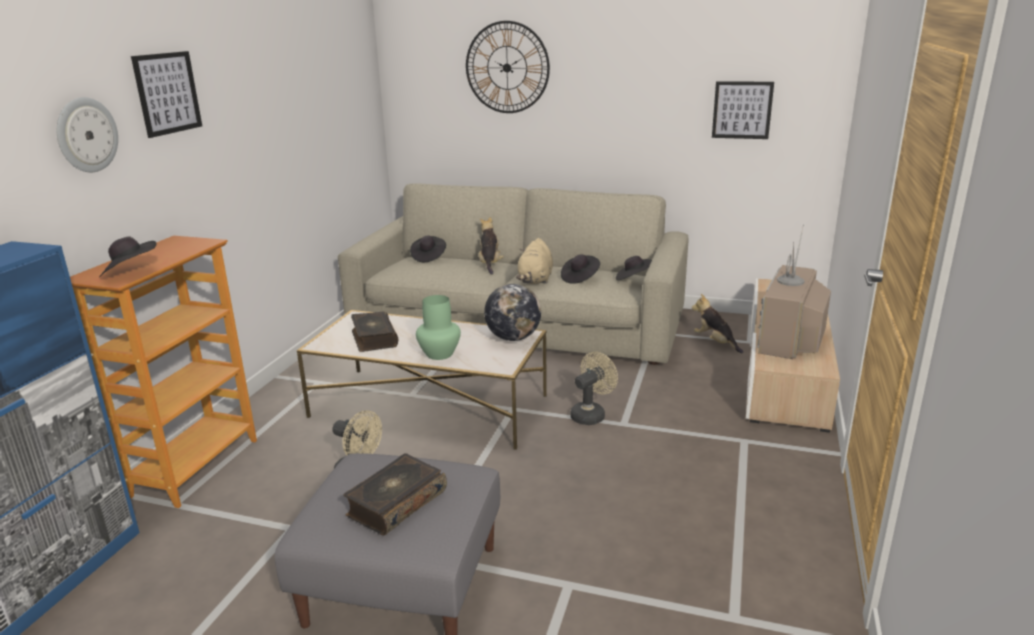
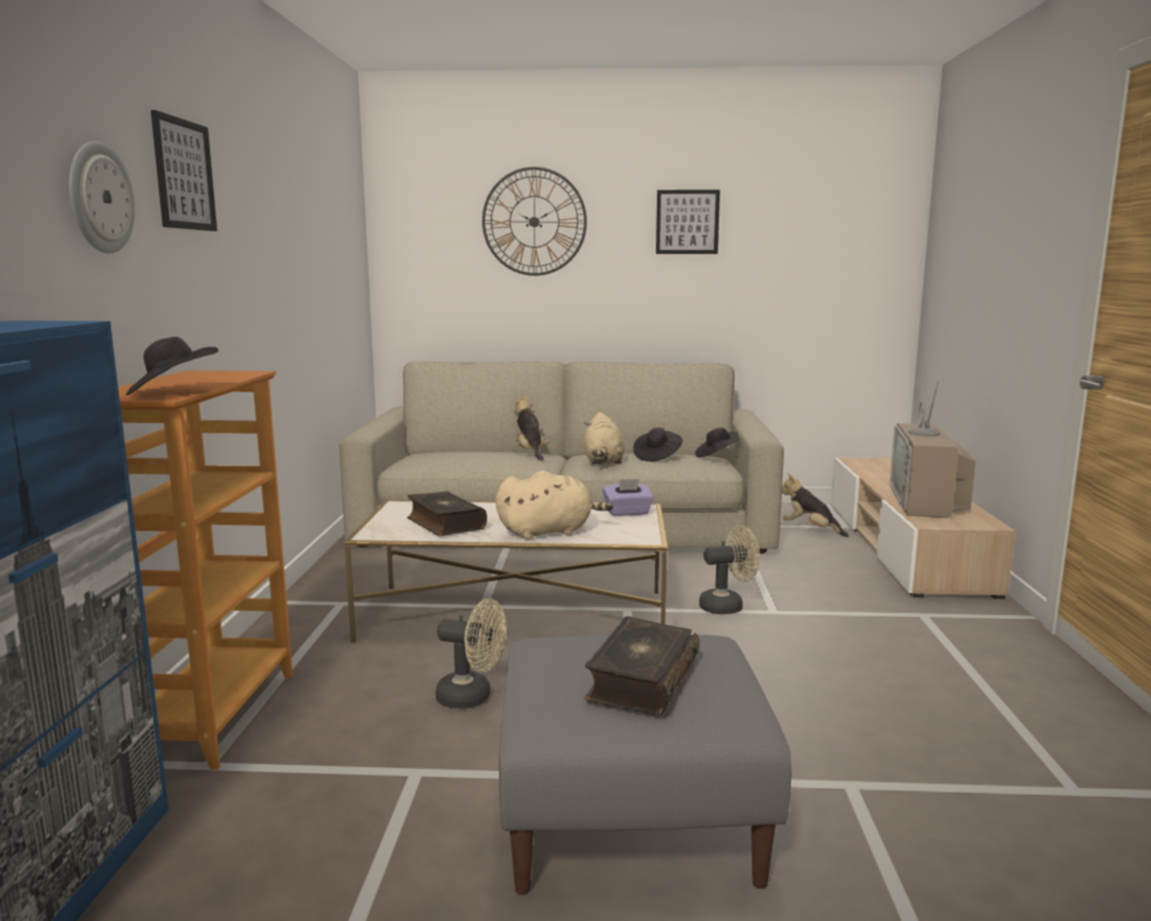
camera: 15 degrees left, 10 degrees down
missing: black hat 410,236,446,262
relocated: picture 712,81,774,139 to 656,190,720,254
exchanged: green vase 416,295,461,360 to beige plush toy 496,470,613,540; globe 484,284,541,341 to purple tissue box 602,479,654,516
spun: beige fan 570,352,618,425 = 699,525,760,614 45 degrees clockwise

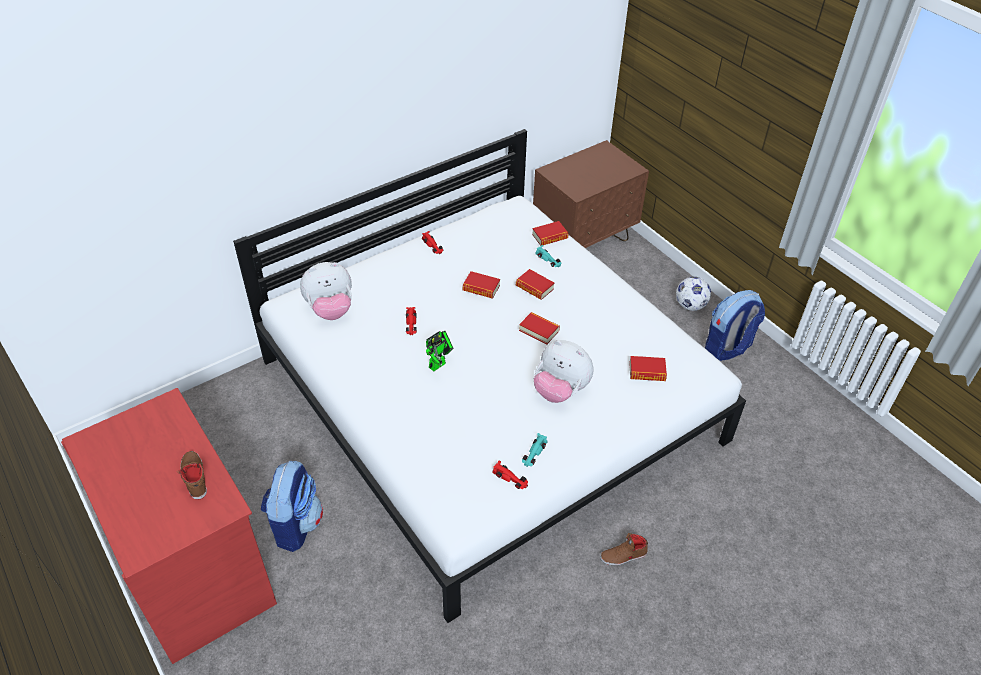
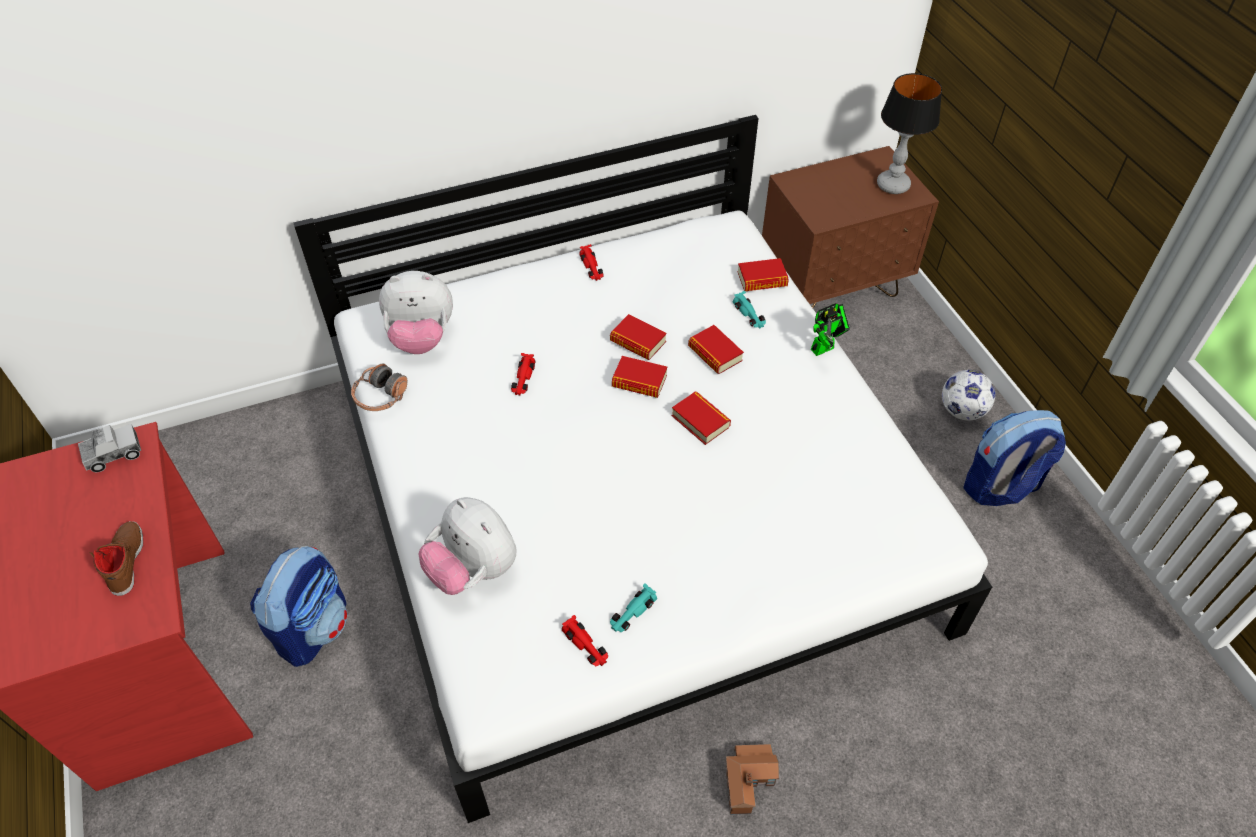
camera: 15 degrees right, 5 degrees up
appeared: toy truck 78,424,141,472; headphones 351,364,407,411; table lamp 877,73,942,194
relocated: toy robot 426,331,454,372 to 811,303,850,356; plush toy 534,340,594,403 to 418,497,517,595; book 629,356,667,381 to 612,356,667,398
exchanged: brown shoe 600,533,648,565 to toy house 726,744,779,814

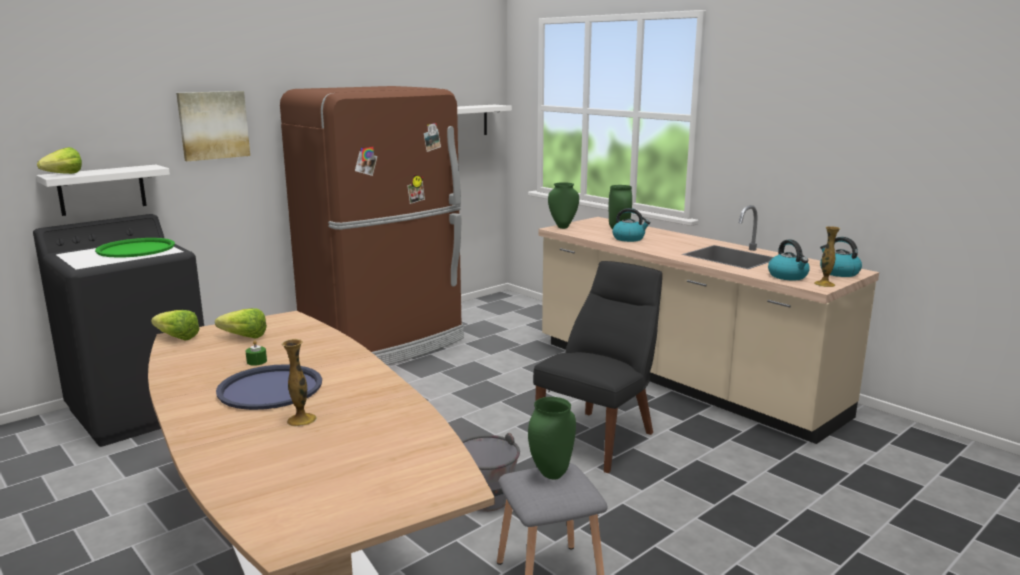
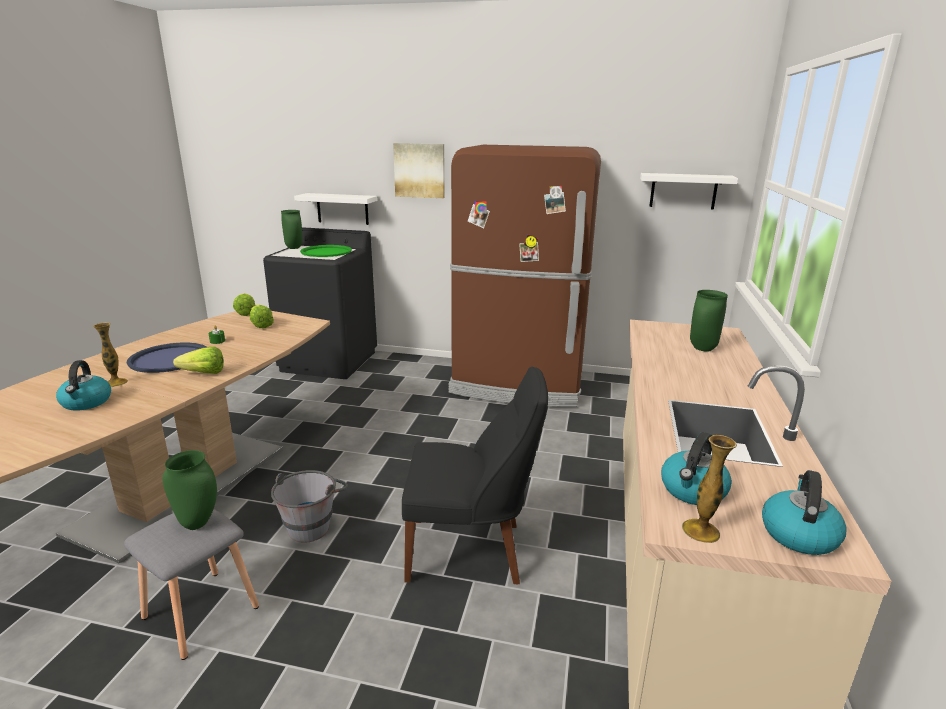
camera: 55 degrees right, 5 degrees up
relocated: lettuce 37,147,82,174 to 173,347,224,374; green vase 548,182,579,229 to 281,210,303,249; kettle 612,208,650,242 to 56,360,111,411

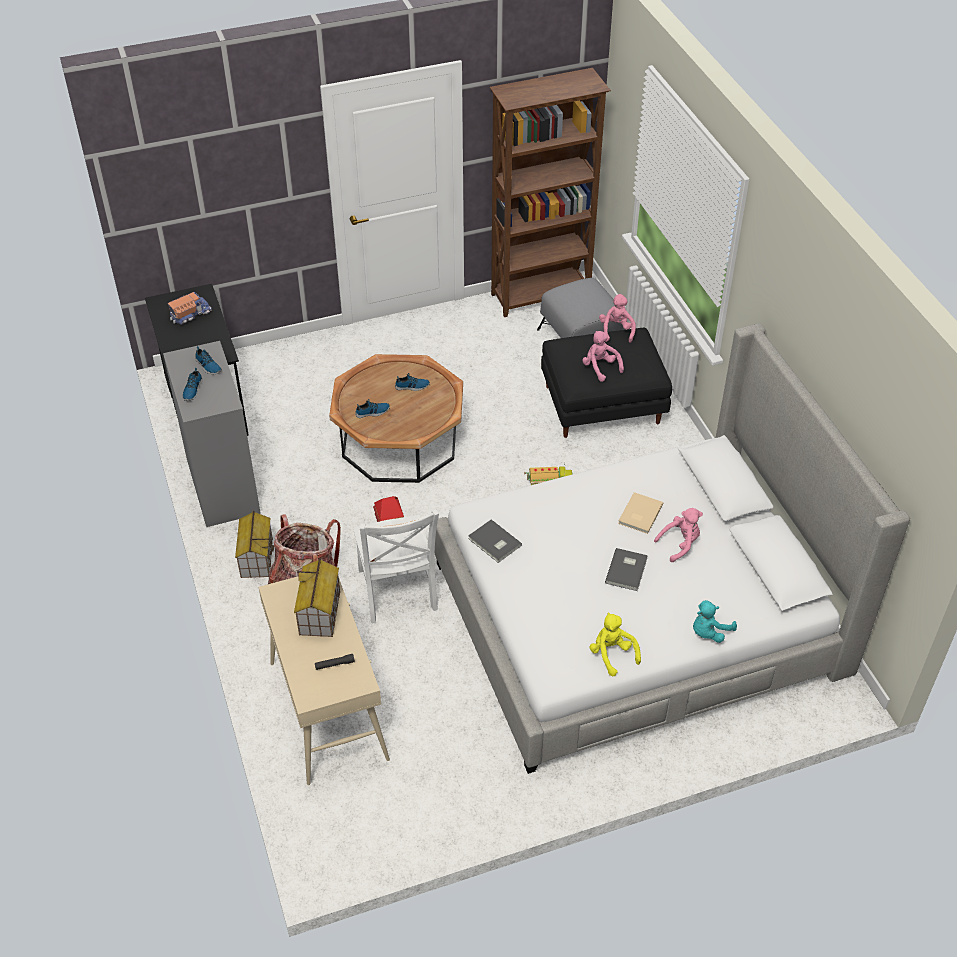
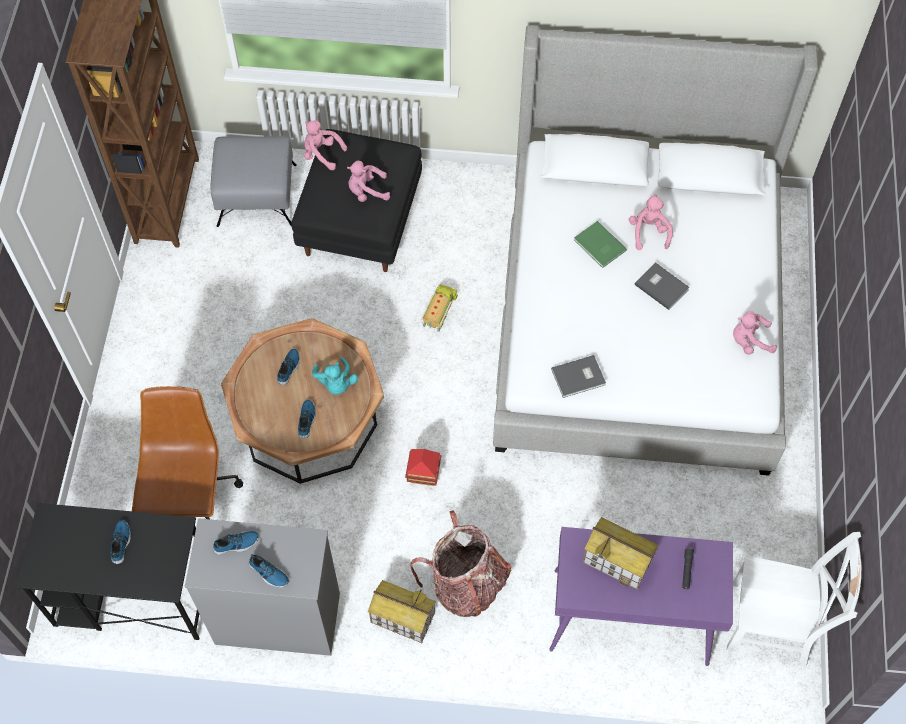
camera: 65 degrees left, 15 degrees up
missing: toy truck 168,292,212,325
appeared: shoe 110,520,131,564; brown office chair 132,386,243,520
relocated: white chair 353,509,439,623 to 727,532,861,665; turquoise plush toy 693,600,737,643 to 312,357,358,395
colour: beige console table 259,576,390,785 to purple console table 549,527,733,666; yellow plush toy 589,612,641,677 to pink plush toy 733,311,777,354; beige book 618,492,663,534 to green book 574,221,627,268

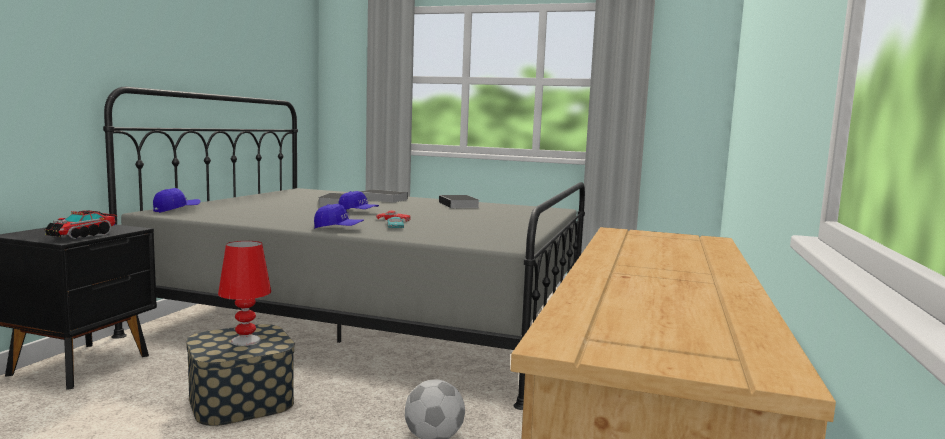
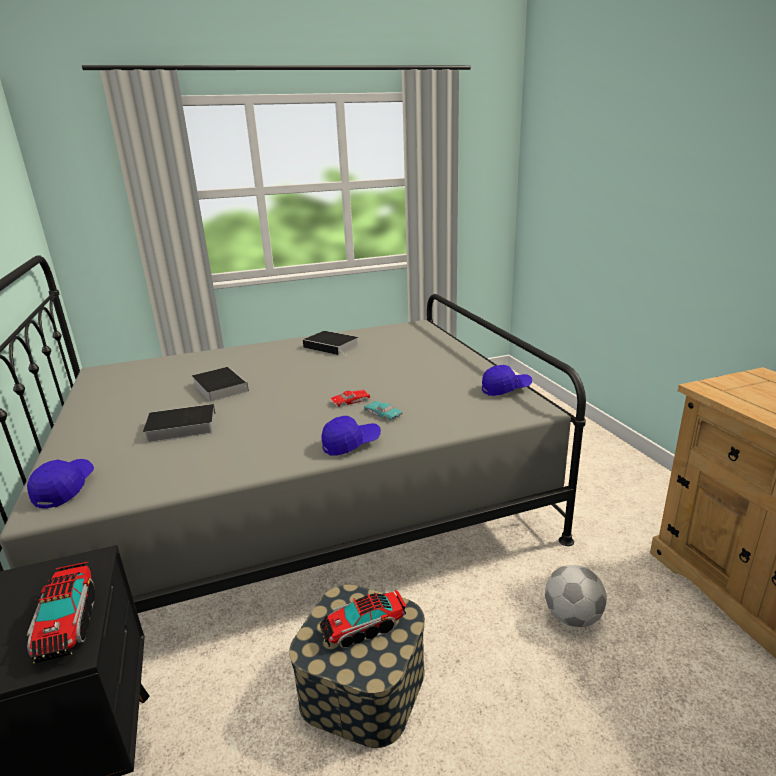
camera: 35 degrees left, 15 degrees up
relocated: blue cap 338,191,379,210 to 482,365,532,396; book 360,189,408,202 to 140,404,215,443
exchanged: red table lamp 218,241,271,346 to toy truck 319,590,407,648

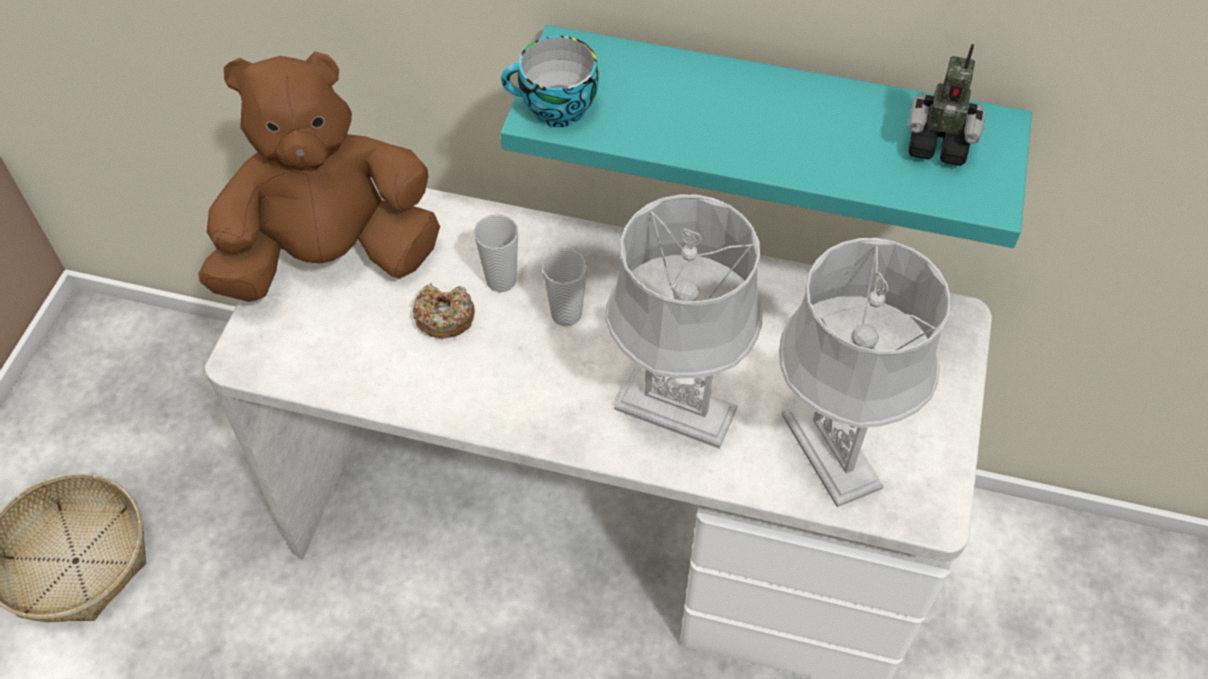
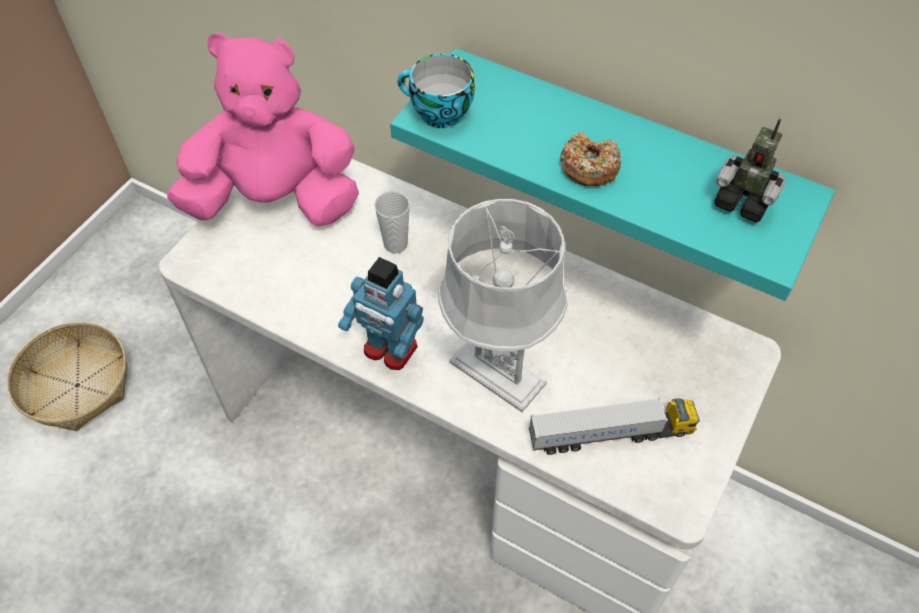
camera: 15 degrees right, 0 degrees up
missing: cup 542,248,587,326
appeared: toy robot 338,257,424,370
relocated: donut 413,283,475,339 to 560,132,621,186
exchanged: grey table lamp 779,238,951,507 to toy truck 529,397,700,455
colour: brown plush toy 198,51,440,302 to pink plush toy 167,32,359,226

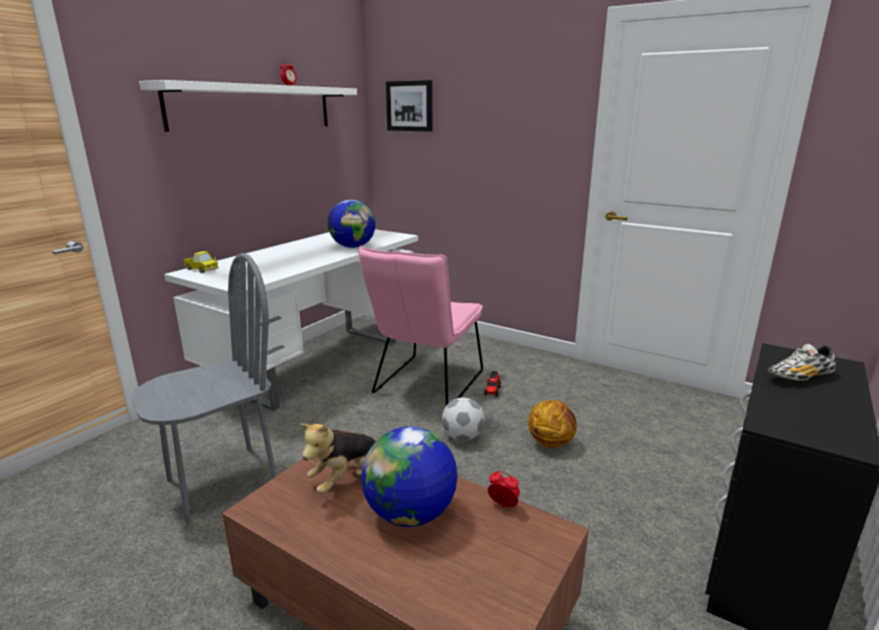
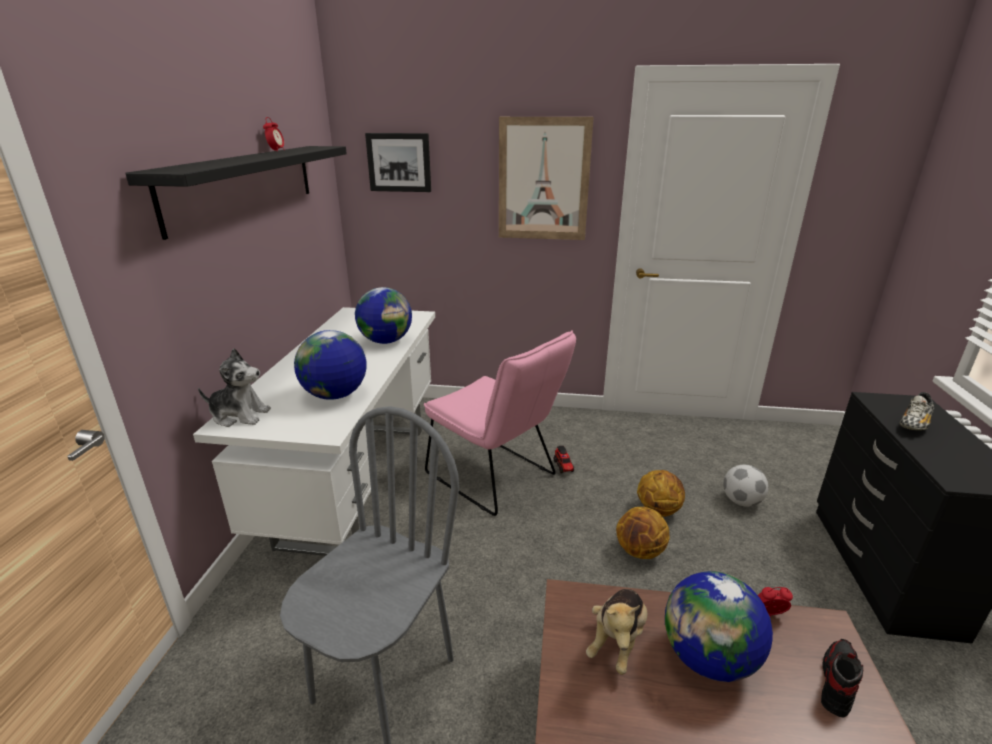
camera: 25 degrees left, 5 degrees up
appeared: globe 294,330,366,400; picture 499,117,594,240; basketball 616,507,670,559; shoe 821,639,863,718
relocated: football 442,398,485,441 to 723,465,769,507
exchanged: toy truck 183,251,219,273 to plush toy 198,348,271,427
colour: white shelf 139,80,357,132 to black shelf 125,146,347,240
spun: pink chair 358,246,483,406 = 424,330,576,516 45 degrees counterclockwise

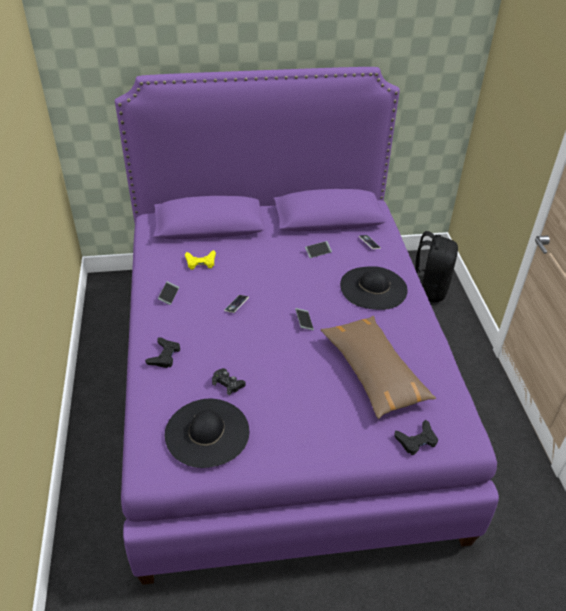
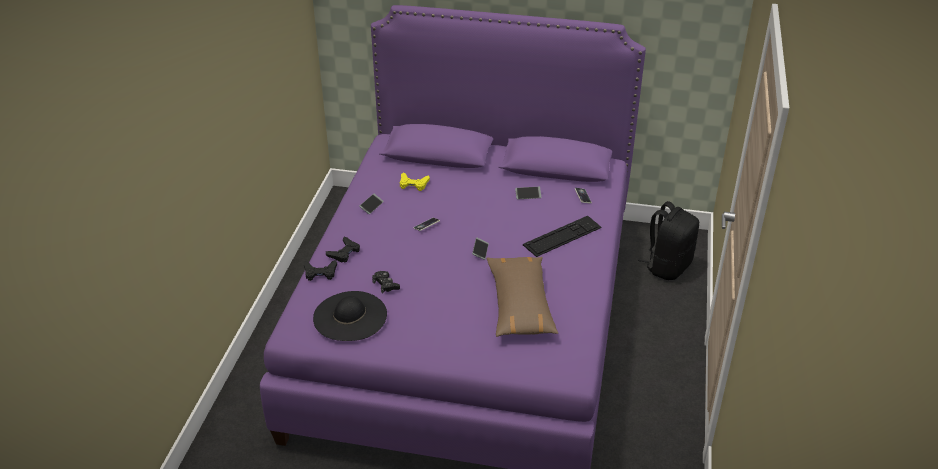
camera: 20 degrees right, 5 degrees down
relocated: black game controller 394,420,438,455 to 304,260,337,281
exchanged: black hat 340,266,408,310 to keyboard 523,216,602,257

